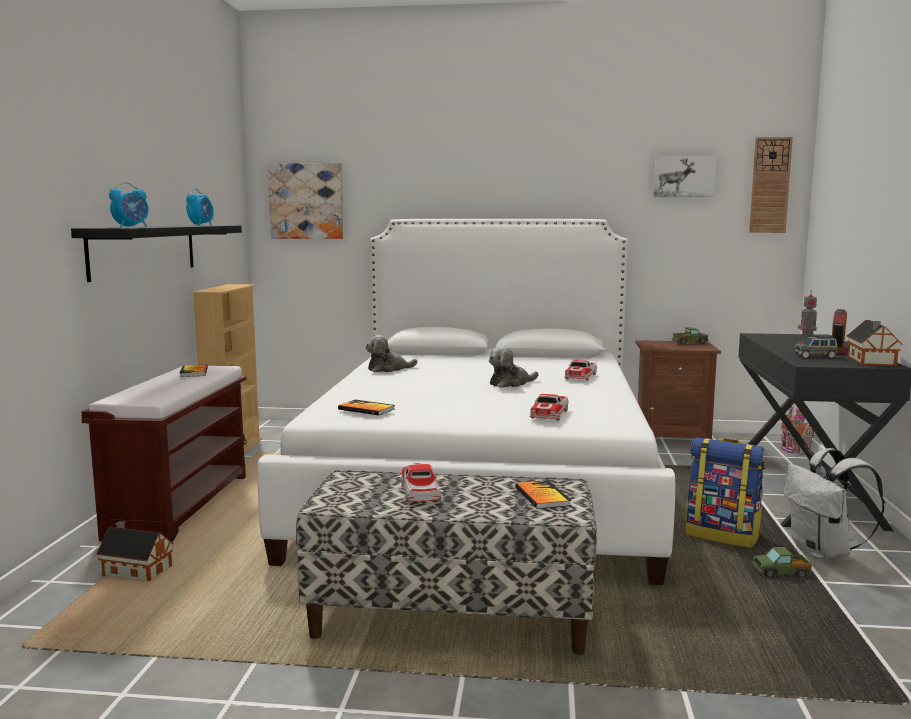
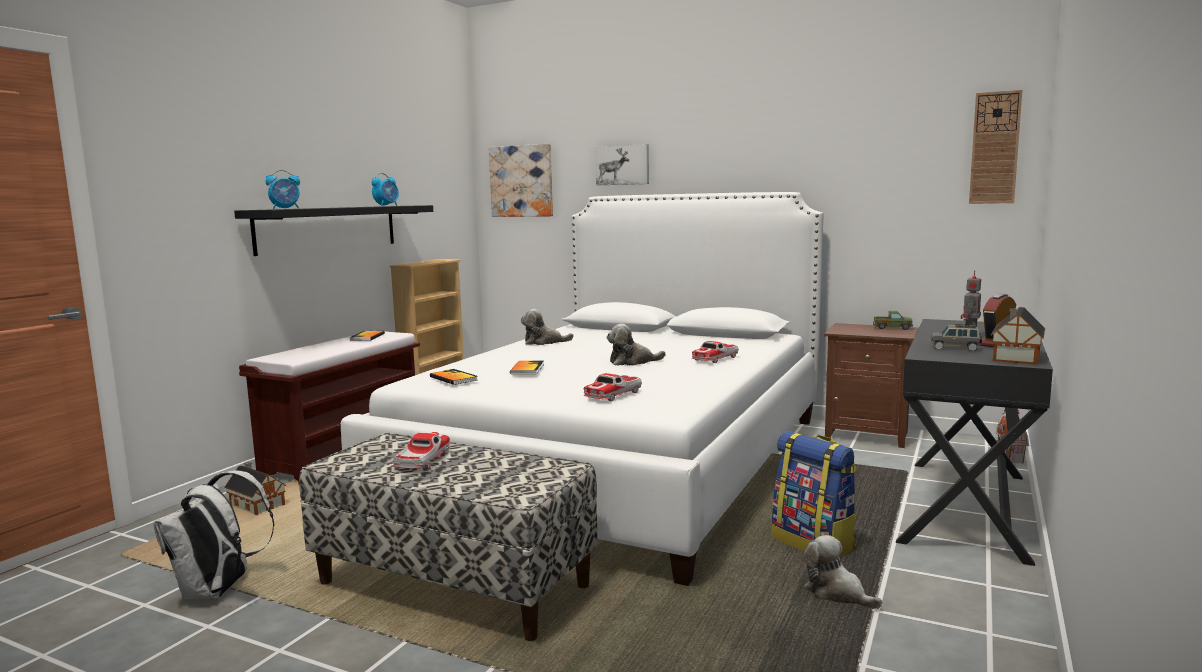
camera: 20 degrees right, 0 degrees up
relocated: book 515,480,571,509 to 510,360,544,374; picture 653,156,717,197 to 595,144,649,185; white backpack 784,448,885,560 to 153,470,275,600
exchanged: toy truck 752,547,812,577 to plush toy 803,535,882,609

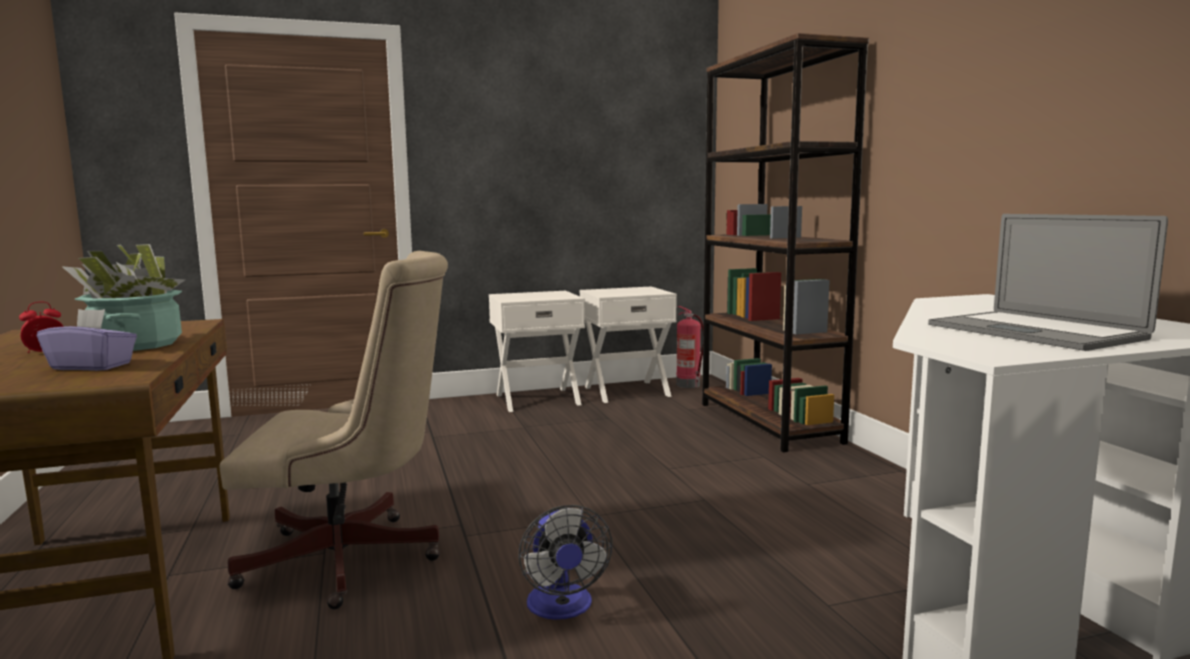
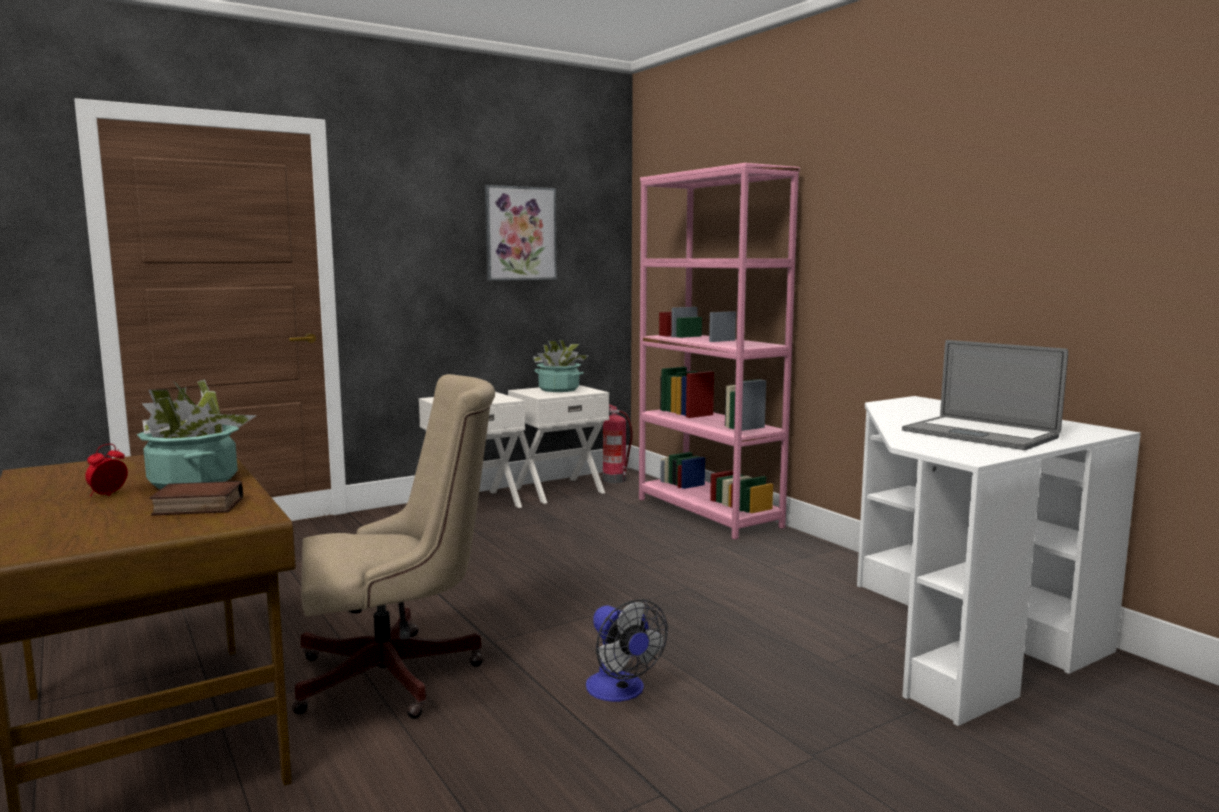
camera: 15 degrees left, 0 degrees up
appeared: picture 485,185,557,281; potted plant 533,340,589,392
exchanged: purple tissue box 37,309,137,371 to book 150,481,243,516
colour: brown bookcase 702,33,869,452 to pink bookcase 639,163,800,540

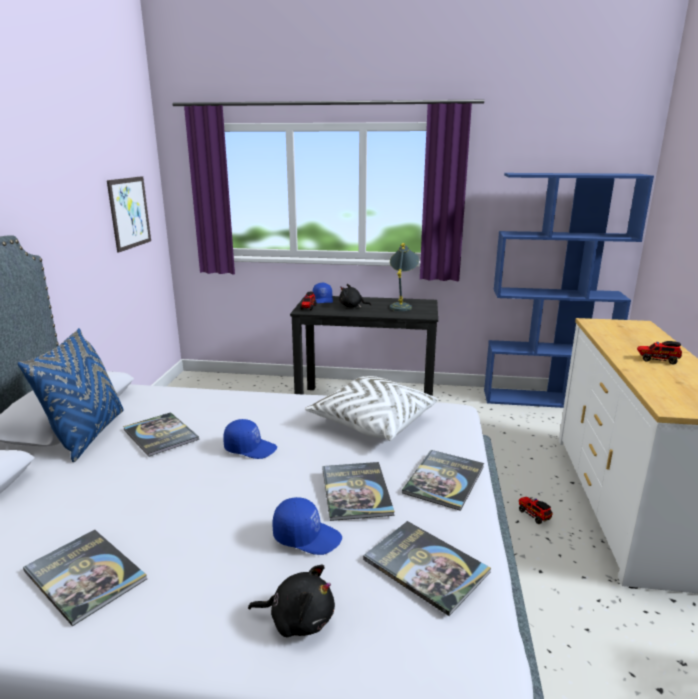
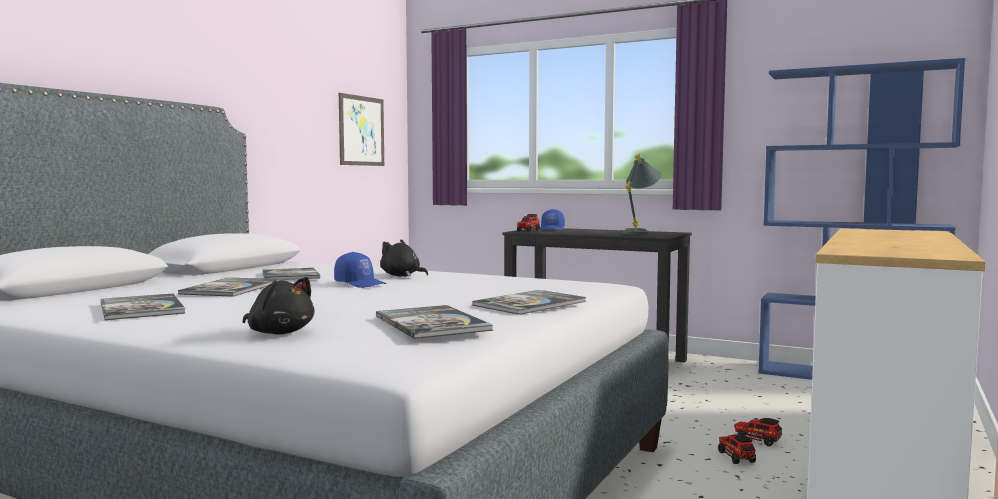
camera: 20 degrees right, 15 degrees down
missing: blue pillow 18,328,124,462; blue cap 272,497,342,555; white pillow 305,376,438,441
relocated: book 322,462,395,521 to 178,277,278,297; black plush toy 339,284,372,308 to 380,239,428,277; toy truck 637,341,682,365 to 734,418,782,446

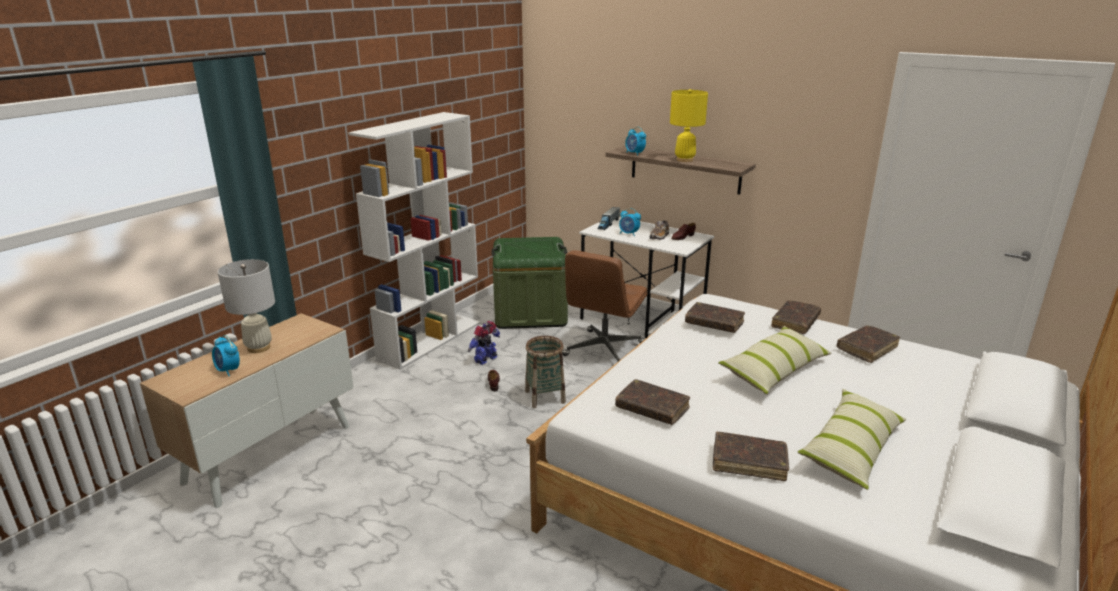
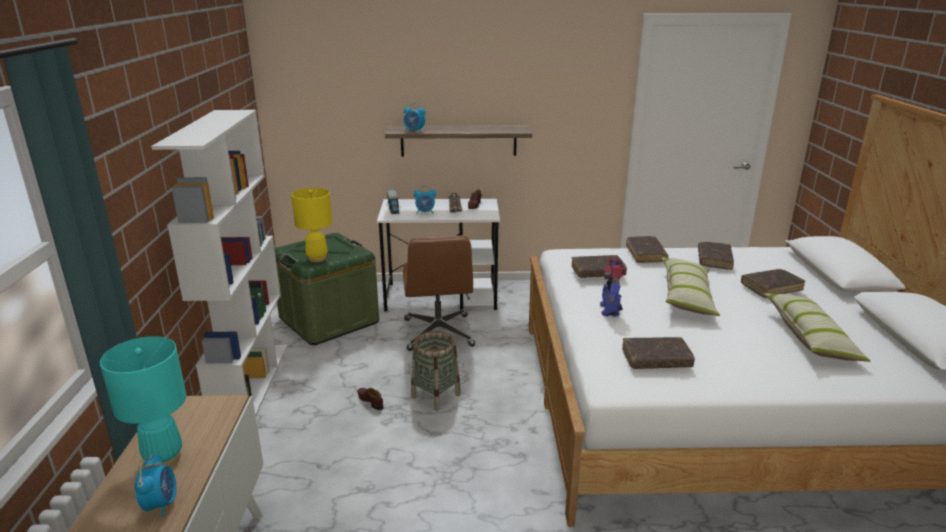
camera: 35 degrees left, 0 degrees up
relocated: toy robot 468,321,500,365 to 600,258,626,317; yellow table lamp 670,89,708,162 to 291,188,332,262; brown book 713,432,789,481 to 741,269,806,298
colour: white table lamp 218,259,275,353 to turquoise table lamp 100,336,186,468
spun: alarm clock 212,335,240,376 = 134,454,176,517 105 degrees counterclockwise

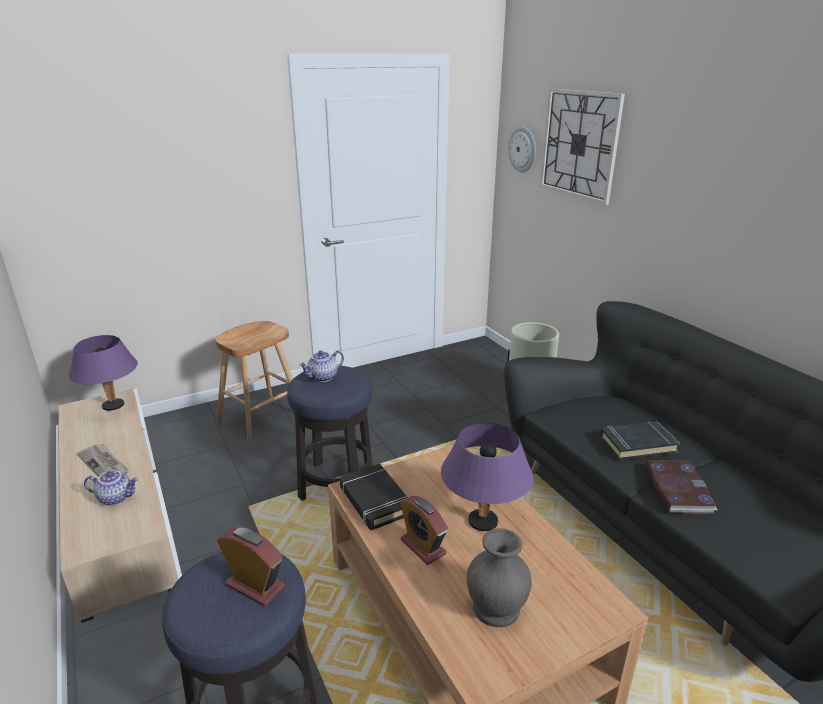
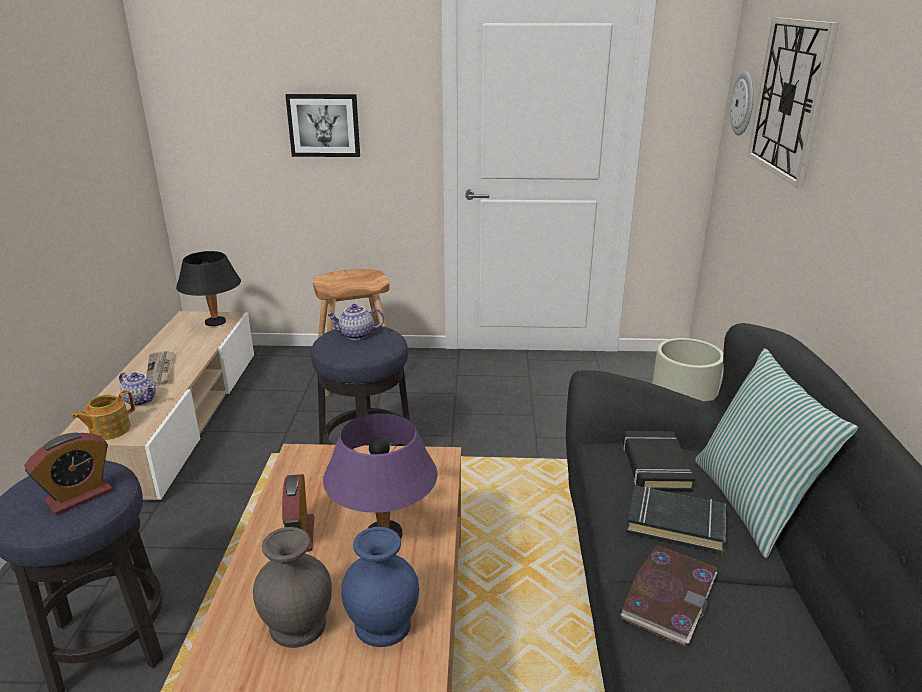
camera: 30 degrees right, 0 degrees up
appeared: teapot 72,390,135,440; picture 285,94,360,157; blue vase 341,527,419,647; pillow 695,348,858,558
relocated: black book 340,464,408,530 to 623,431,695,492
colour: purple table lamp 69,335,138,411 to black table lamp 176,251,241,326
spun: alarm clock 217,527,285,606 = 24,432,113,515 75 degrees clockwise

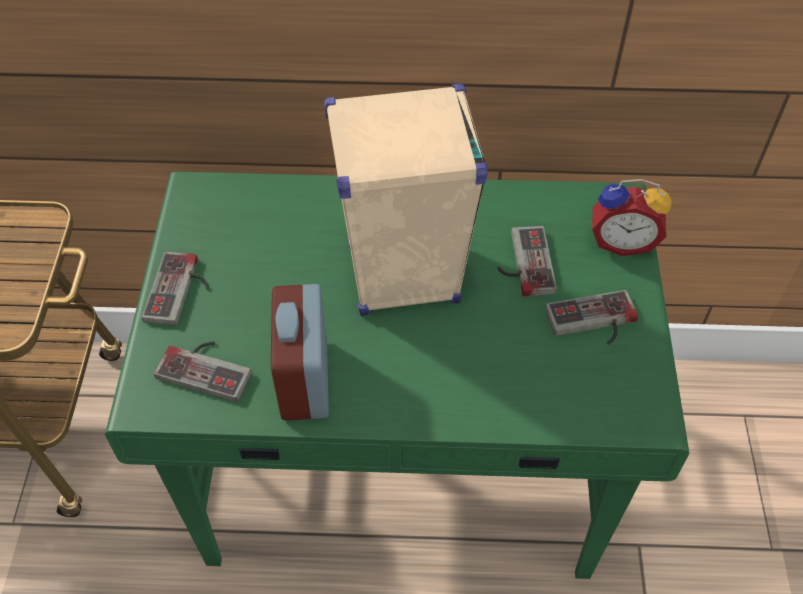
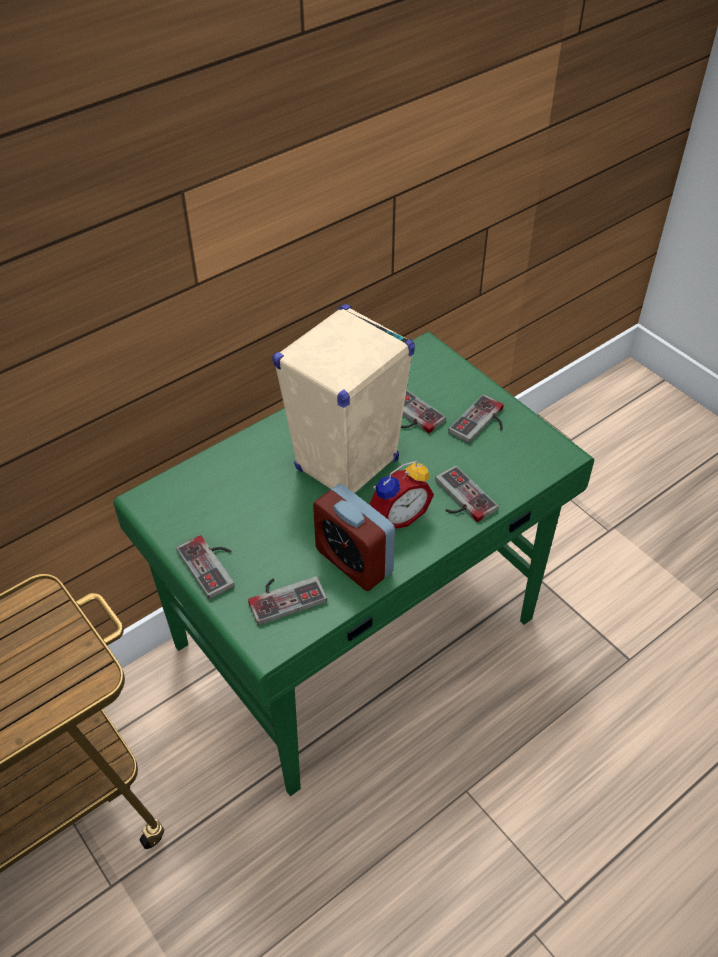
camera: 40 degrees left, 5 degrees down
appeared: game controller 435,466,498,522
relocated: alarm clock 592,179,672,256 to 370,461,434,529

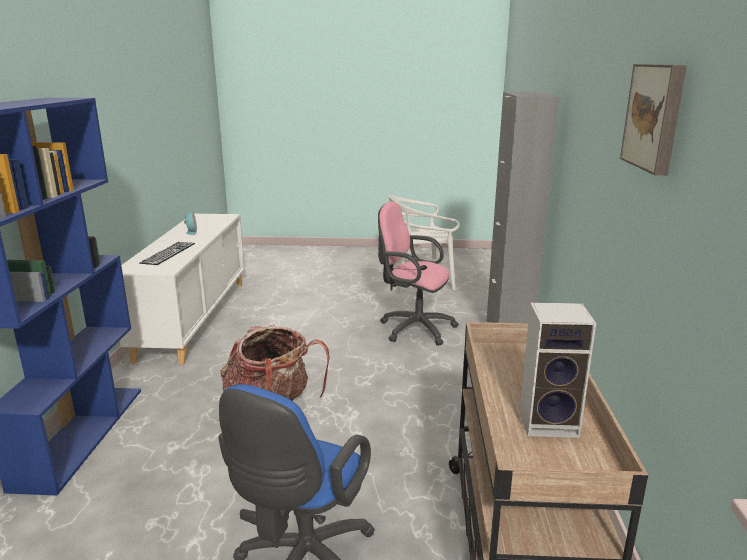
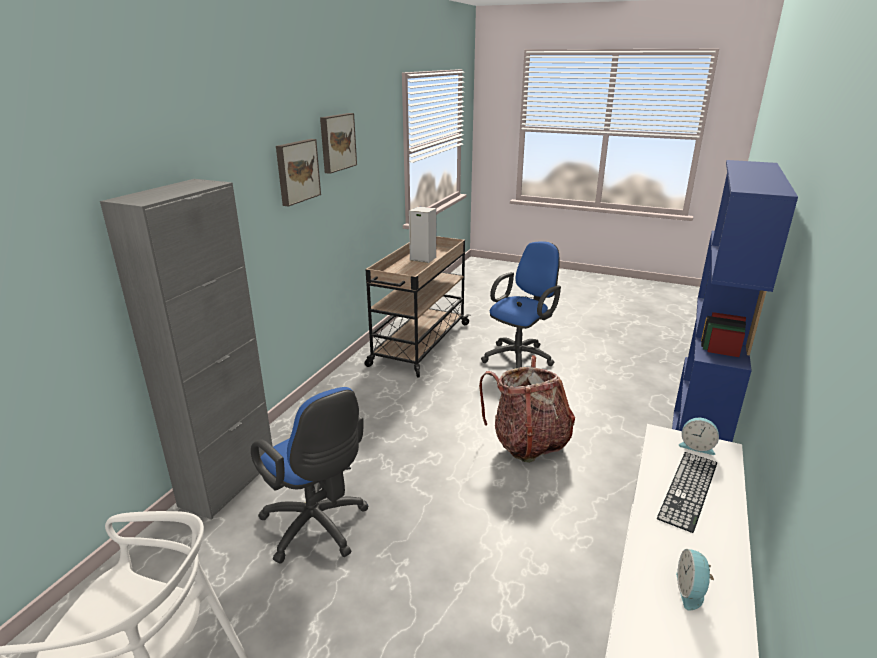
camera: 160 degrees left, 5 degrees up
appeared: picture 276,139,321,207; alarm clock 679,418,719,455
colour: pink office chair 378,202,459,346 to blue office chair 251,387,369,563

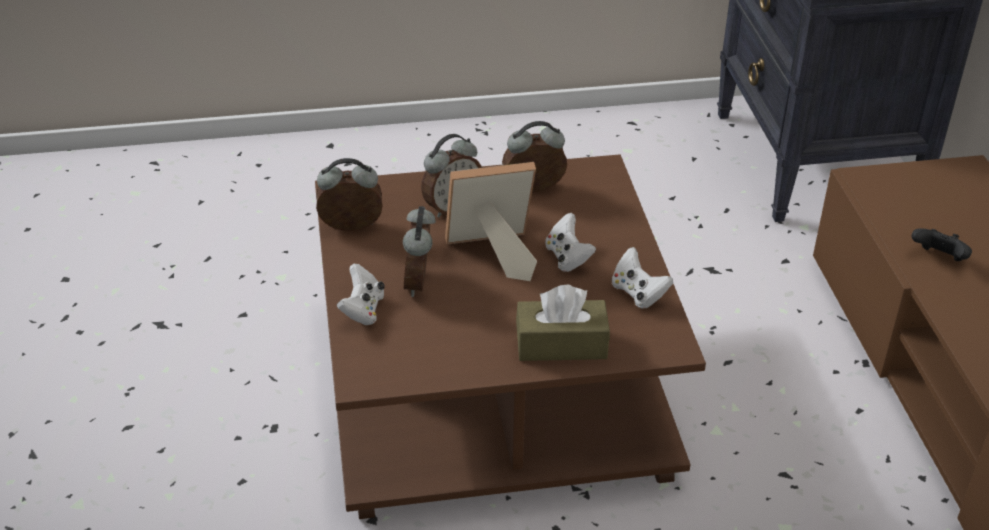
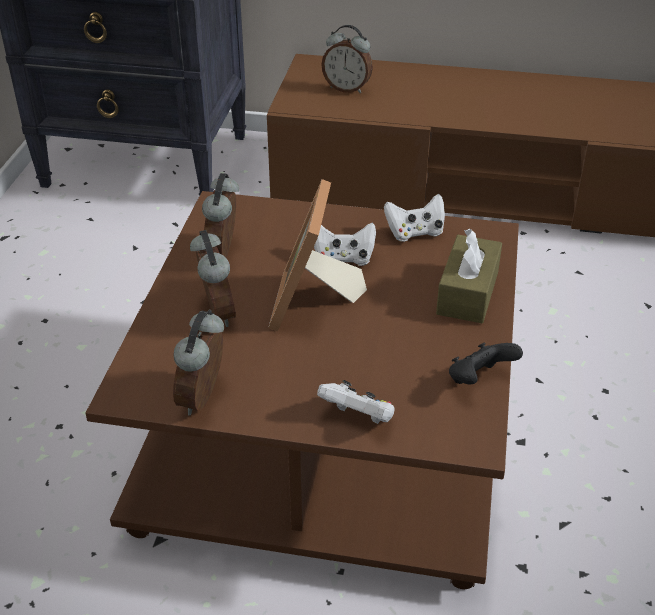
camera: 70 degrees left, 0 degrees up
relocated: alarm clock 403,206,436,297 to 321,25,373,93; black game controller 912,228,972,261 to 449,342,523,385

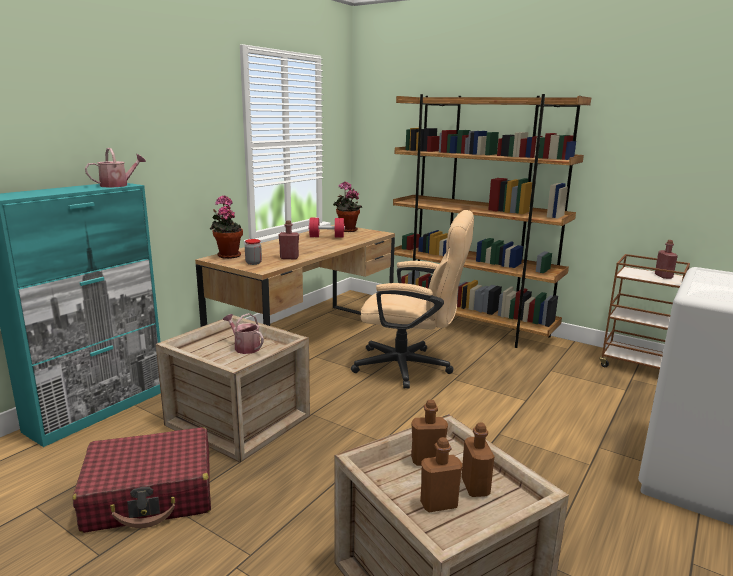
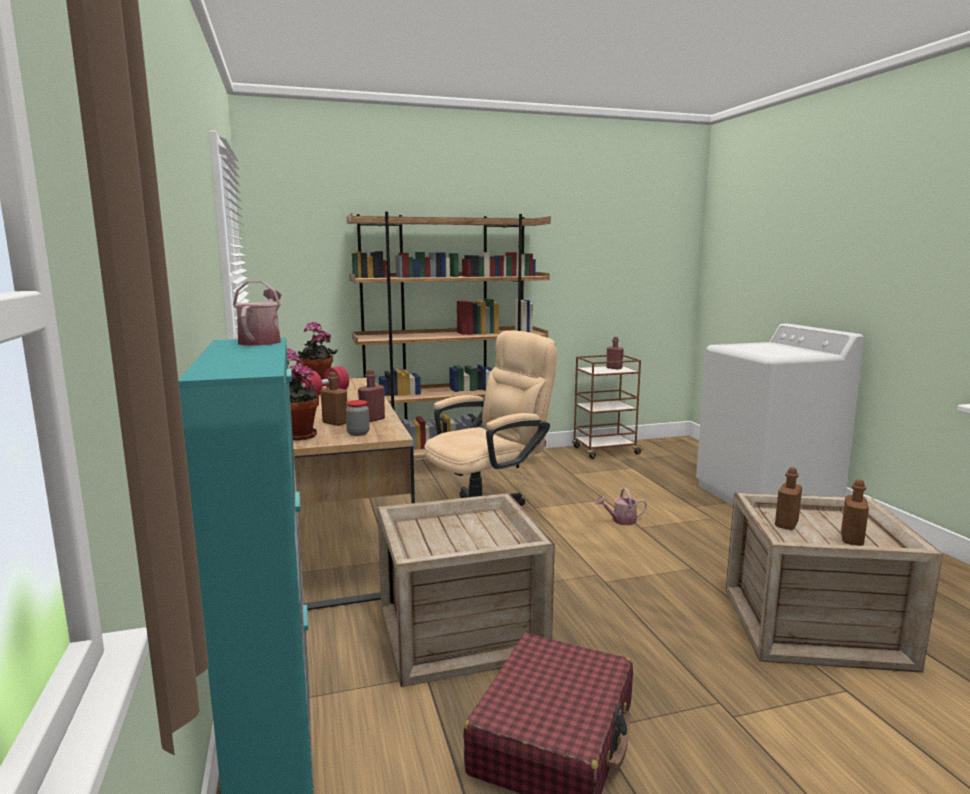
camera: 50 degrees left, 5 degrees down
relocated: watering can 223,313,264,354 to 596,488,647,525; brown bottle 462,423,495,497 to 321,372,347,426

